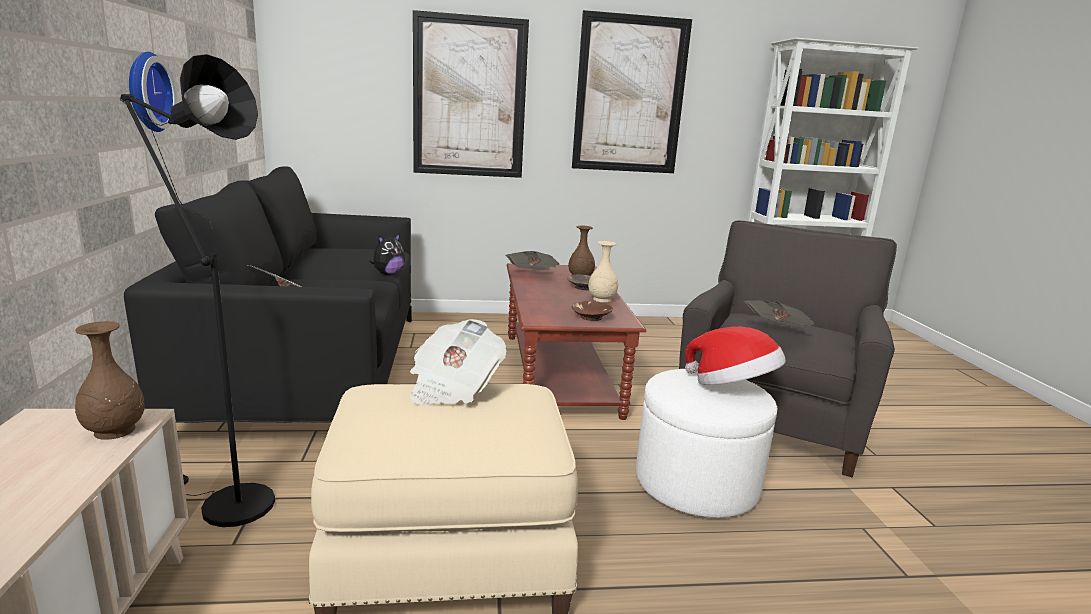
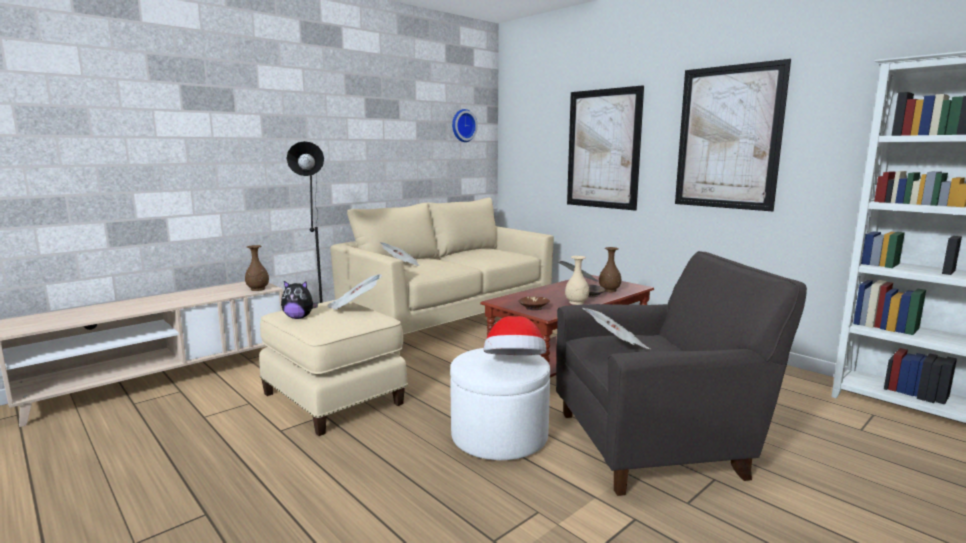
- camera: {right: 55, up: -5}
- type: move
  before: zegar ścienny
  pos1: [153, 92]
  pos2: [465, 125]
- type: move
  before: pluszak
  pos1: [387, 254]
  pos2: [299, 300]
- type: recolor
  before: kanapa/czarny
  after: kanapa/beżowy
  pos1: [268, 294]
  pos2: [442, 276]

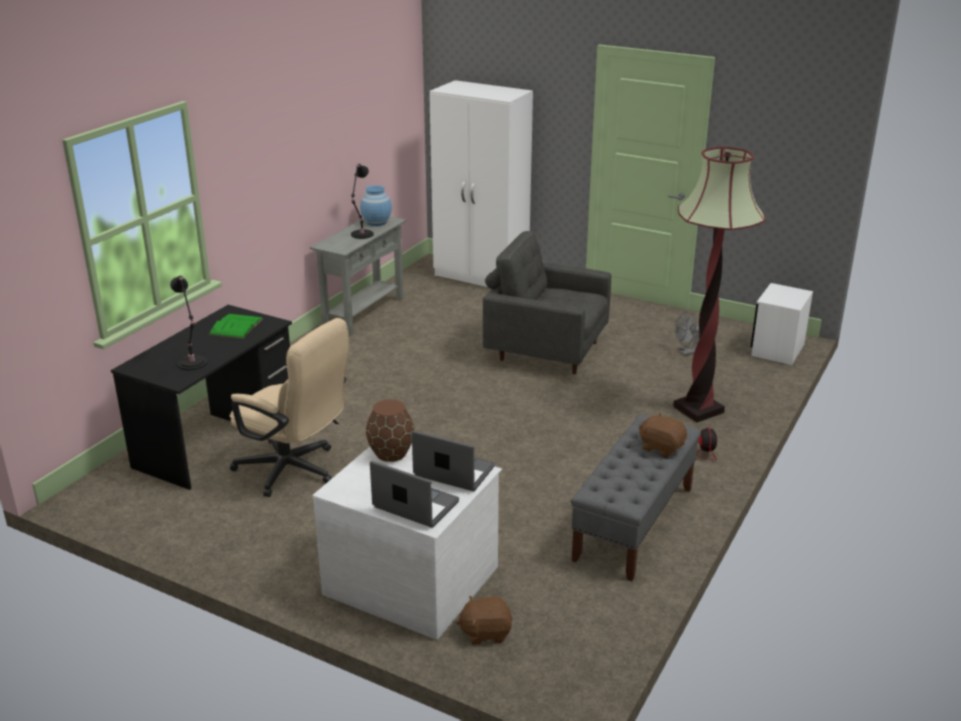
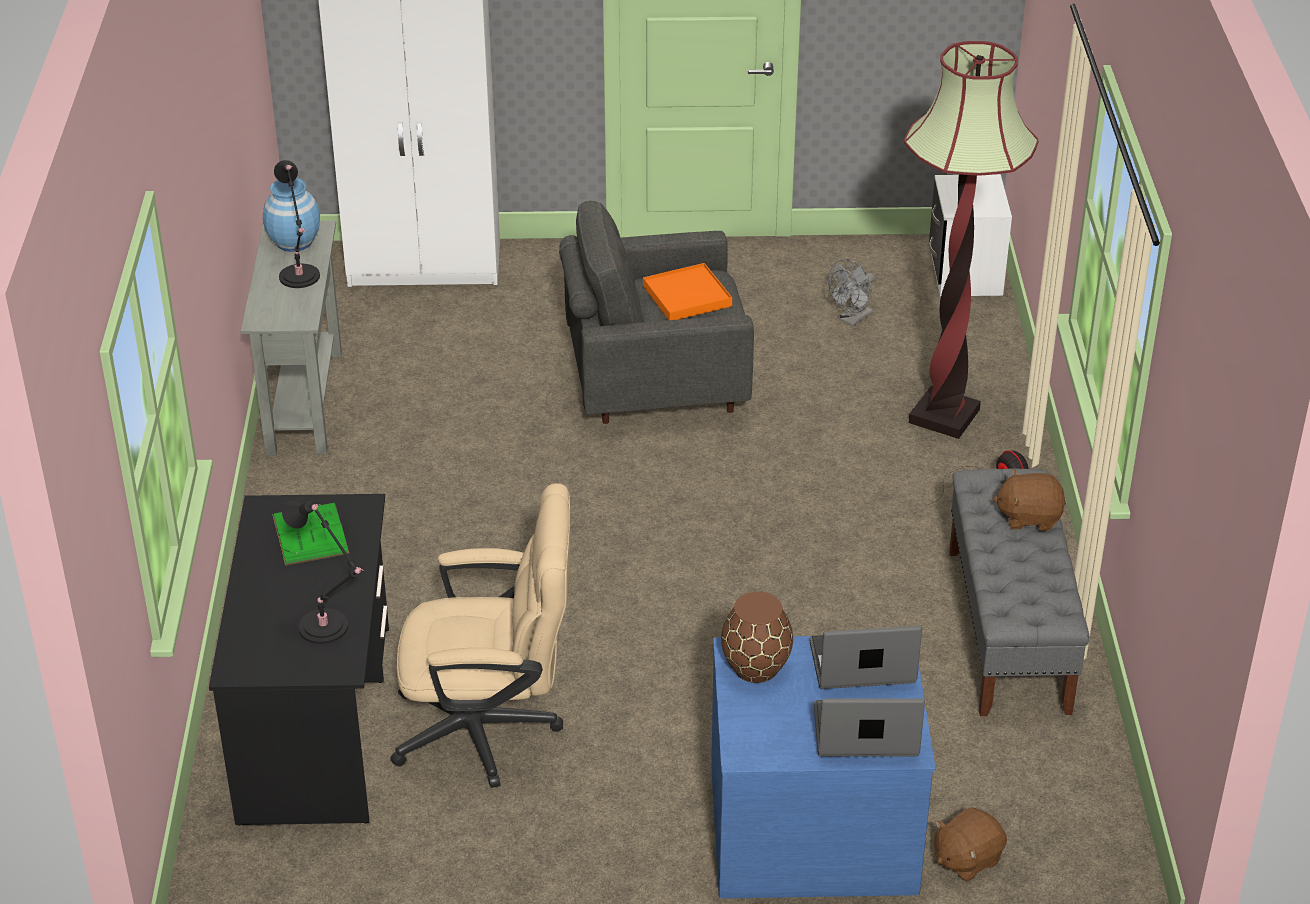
- camera: {right: -30, up: 10}
- type: insert
  after: taca/pomarańczowy
  pos2: [687, 291]
- type: recolor
  before: komoda/biały
  after: komoda/niebieski
  pos1: [407, 542]
  pos2: [823, 767]

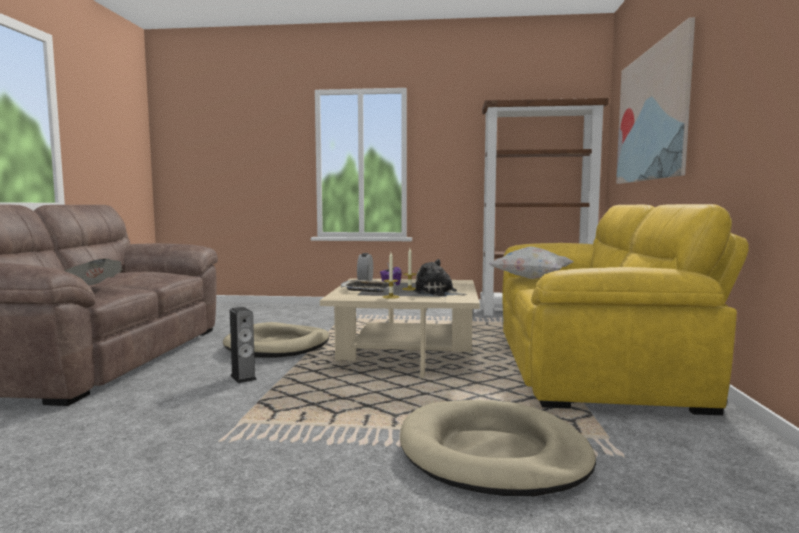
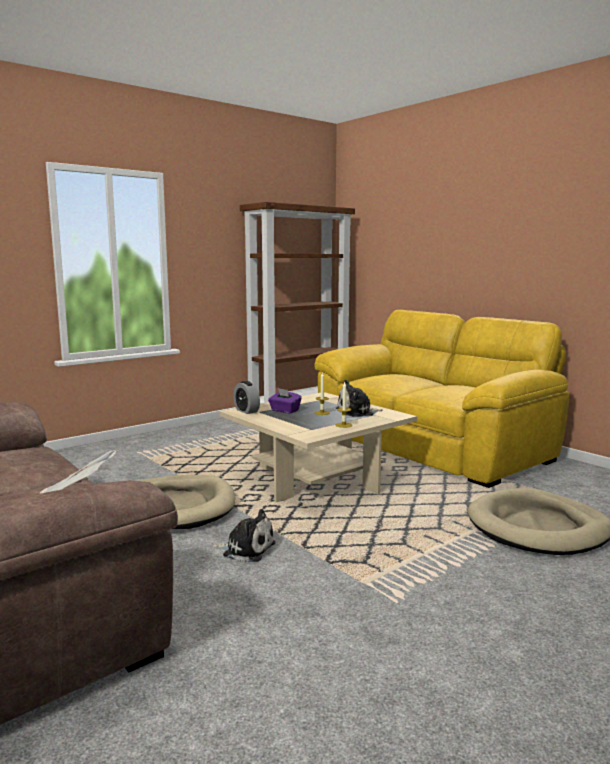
- camera: {right: -45, up: 5}
- type: delete
  before: taca
  pos1: [368, 286]
- type: delete
  before: poduszka/biały
  pos1: [531, 262]
- type: delete
  before: obraz
  pos1: [655, 100]
- type: replace
  before: głośnik
  after: pluszak
  pos1: [243, 345]
  pos2: [243, 535]

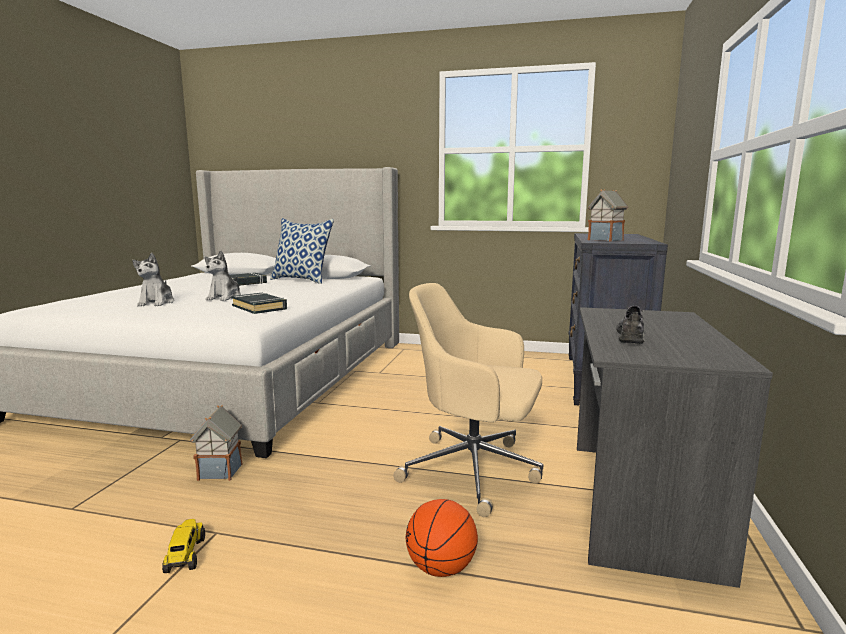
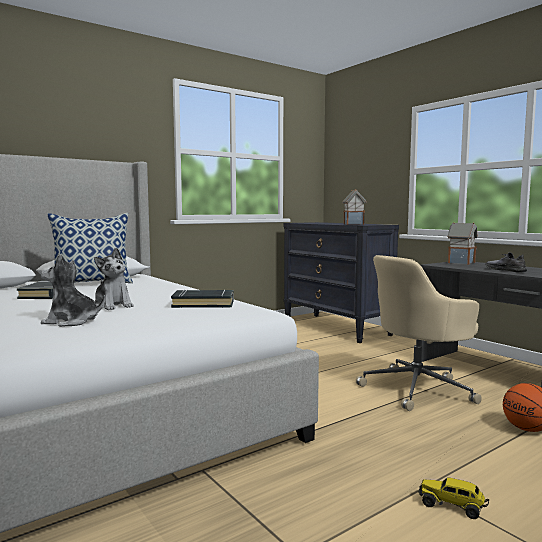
- camera: {right: -50, up: -5}
- type: move
  before: domek
  pos1: [216, 443]
  pos2: [462, 243]
- type: rotate
  before: pluszak
  pos1: [153, 279]
  pos2: [73, 290]
  turn: 150

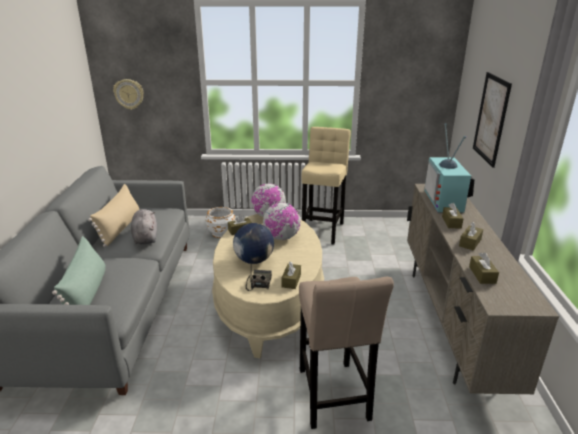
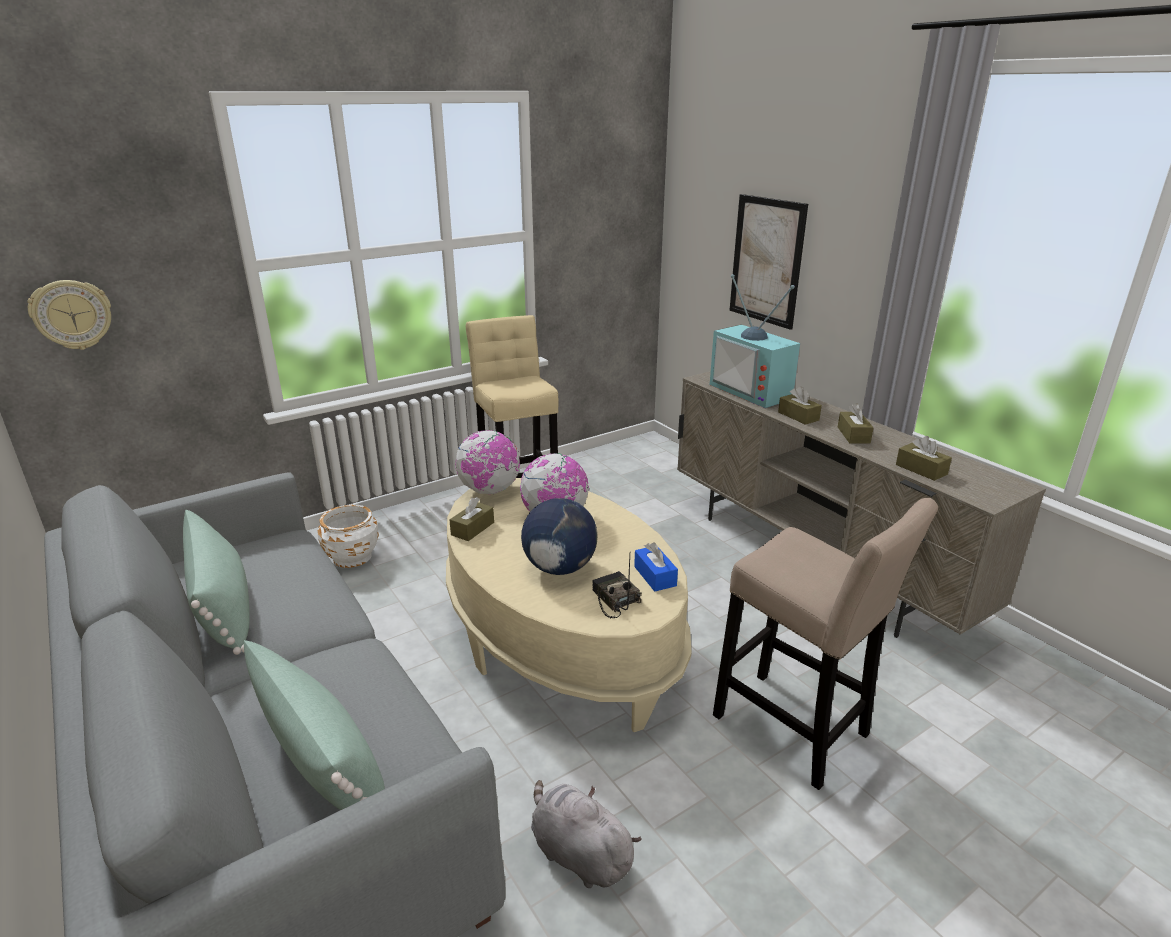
- camera: {right: -35, up: 0}
- type: move
  before: pluszak/szary
  pos1: [144, 226]
  pos2: [586, 834]
- type: recolor
  before: poduszka/beżowy
  after: poduszka/zielony
  pos1: [114, 215]
  pos2: [216, 582]
- type: recolor
  before: pudełko chusteczek/brązowy
  after: pudełko chusteczek/niebieski
  pos1: [291, 275]
  pos2: [656, 567]

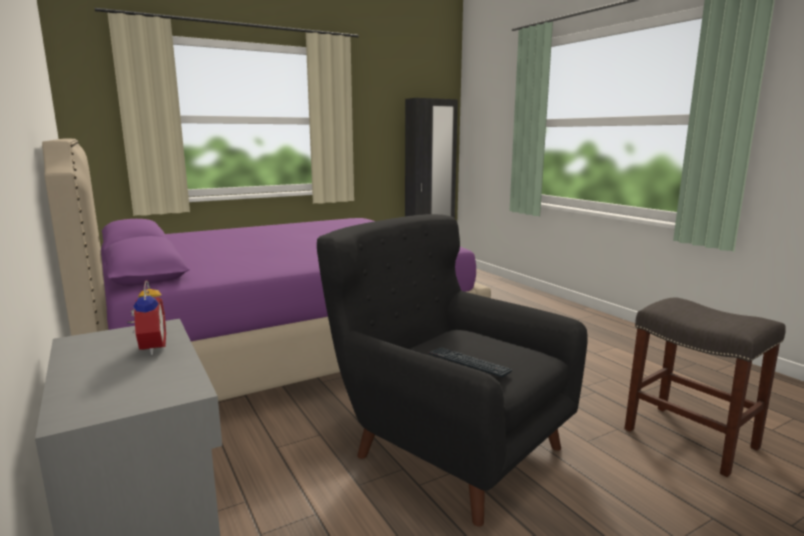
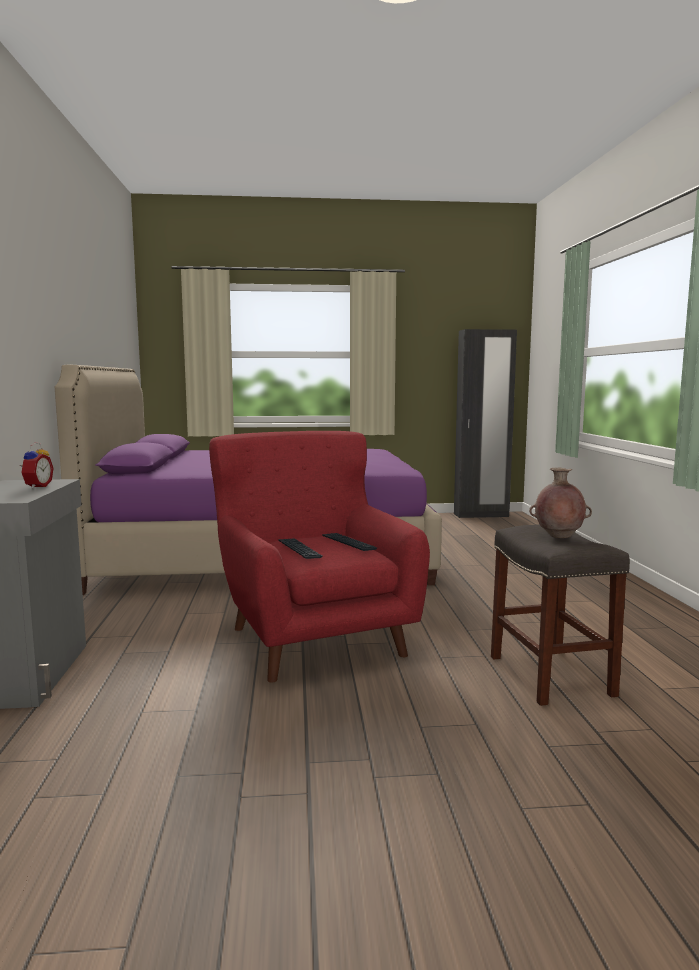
- camera: {right: 25, up: -5}
- type: insert
  after: klawiatura
  pos2: [349, 542]
- type: insert
  after: wazon/brązowy
  pos2: [560, 503]
- type: recolor
  before: fotel/czarny
  after: fotel/czerwony
  pos1: [452, 370]
  pos2: [319, 557]

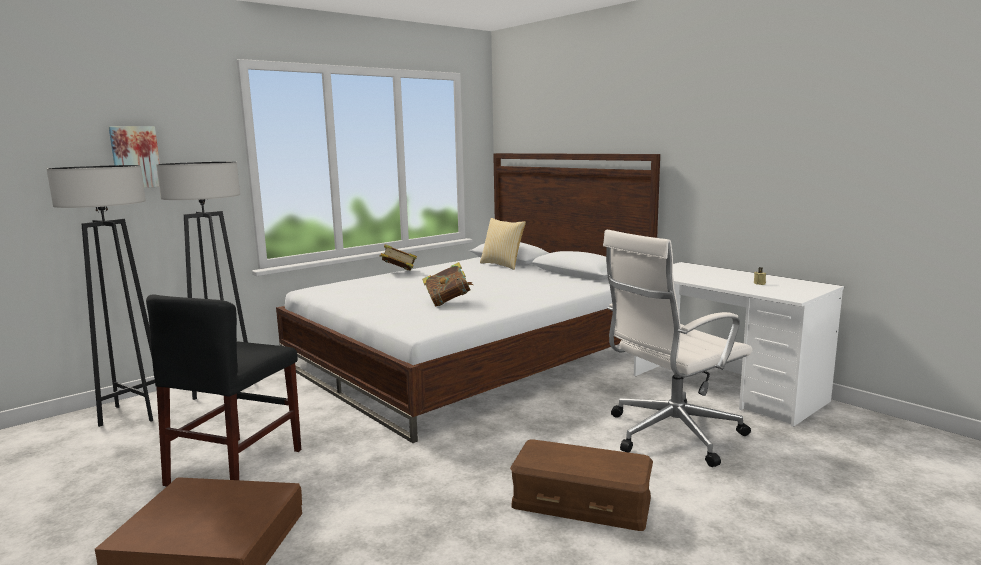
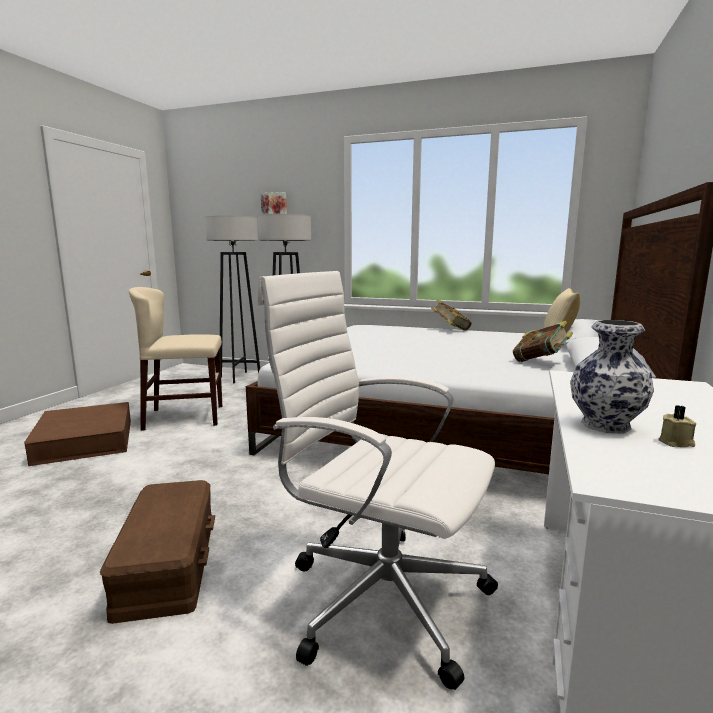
- camera: {right: 60, up: 0}
- type: insert
  after: wazon
  pos2: [612, 377]
- type: move
  before: książka
  pos1: [447, 284]
  pos2: [543, 341]
- type: recolor
  before: krzesło/czarny
  after: krzesło/beżowy
  pos1: [223, 390]
  pos2: [175, 359]

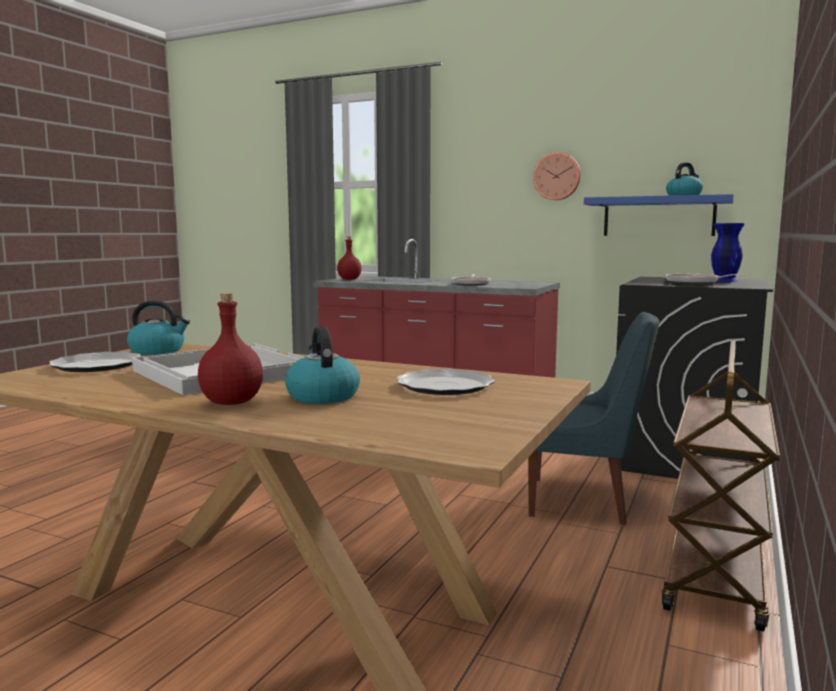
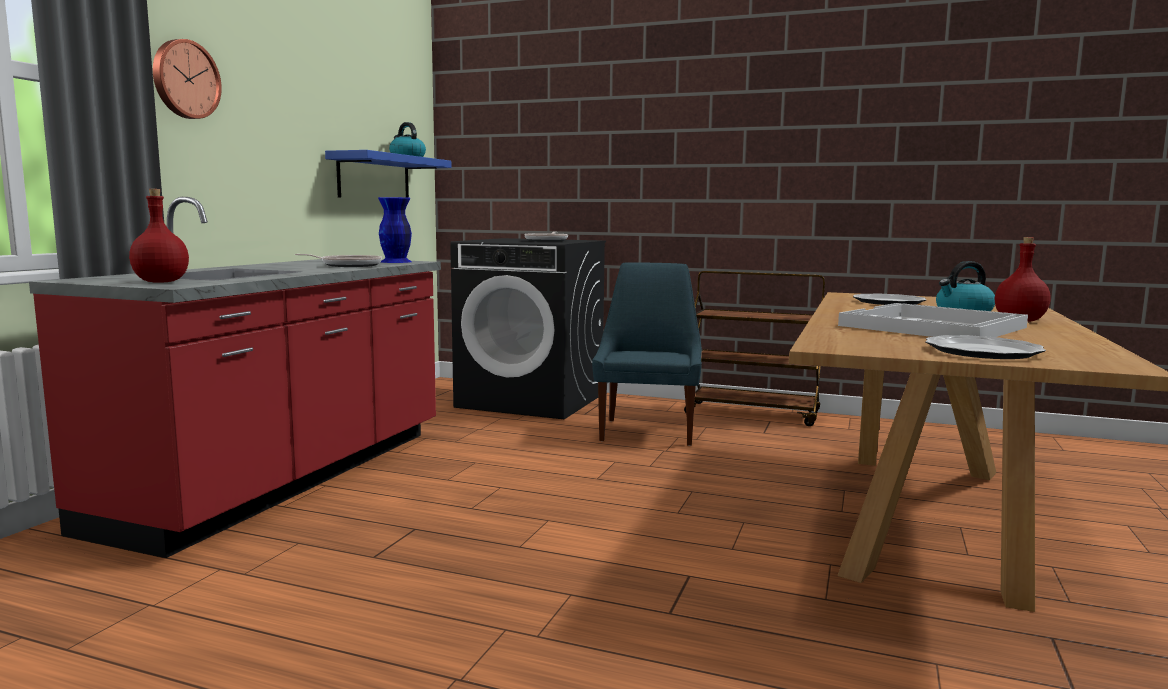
- camera: {right: -95, up: 0}
- type: delete
  before: czajnik
  pos1: [158, 327]
- type: move
  before: zegar ścienny
  pos1: [557, 176]
  pos2: [187, 79]
- type: move
  before: wazon/niebieski
  pos1: [728, 252]
  pos2: [395, 230]

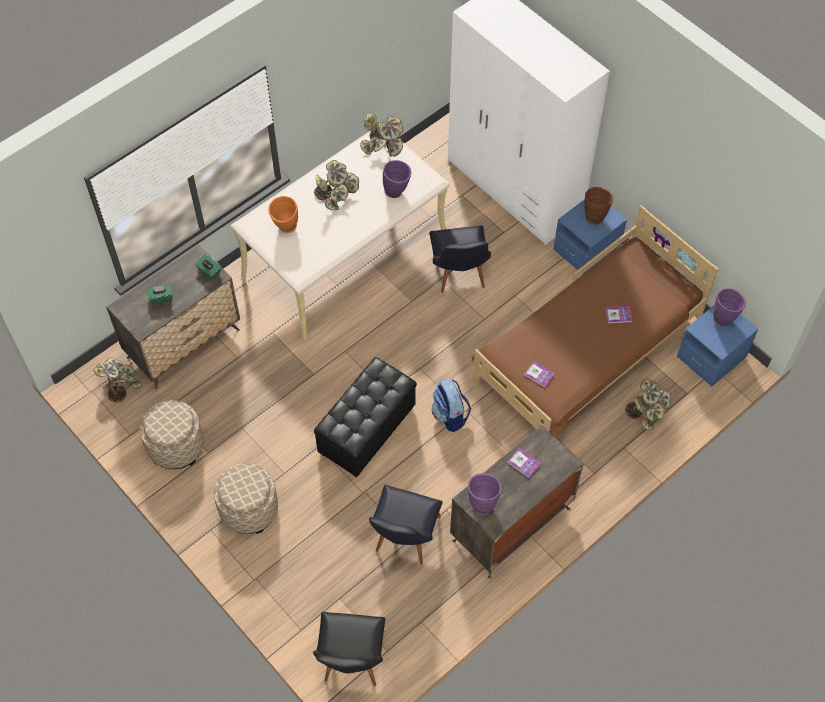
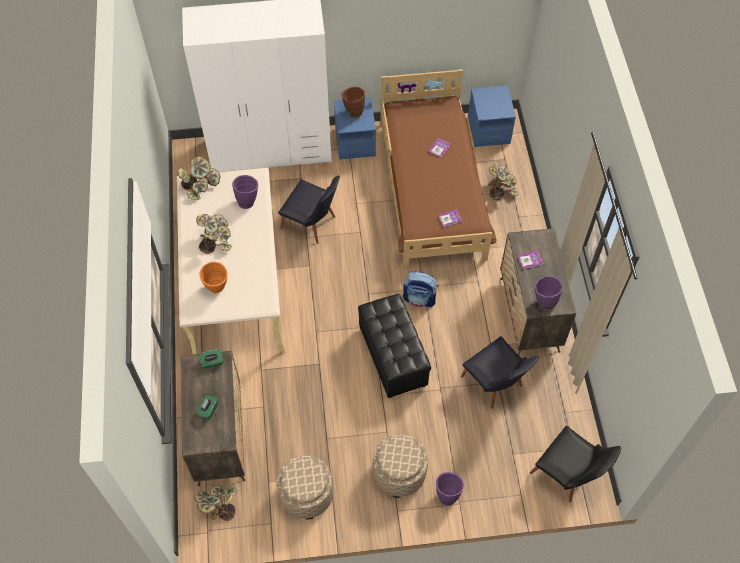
- camera: {right: -55, up: 0}
- type: move
  before: wazon/fioletowy
  pos1: [729, 307]
  pos2: [450, 489]

